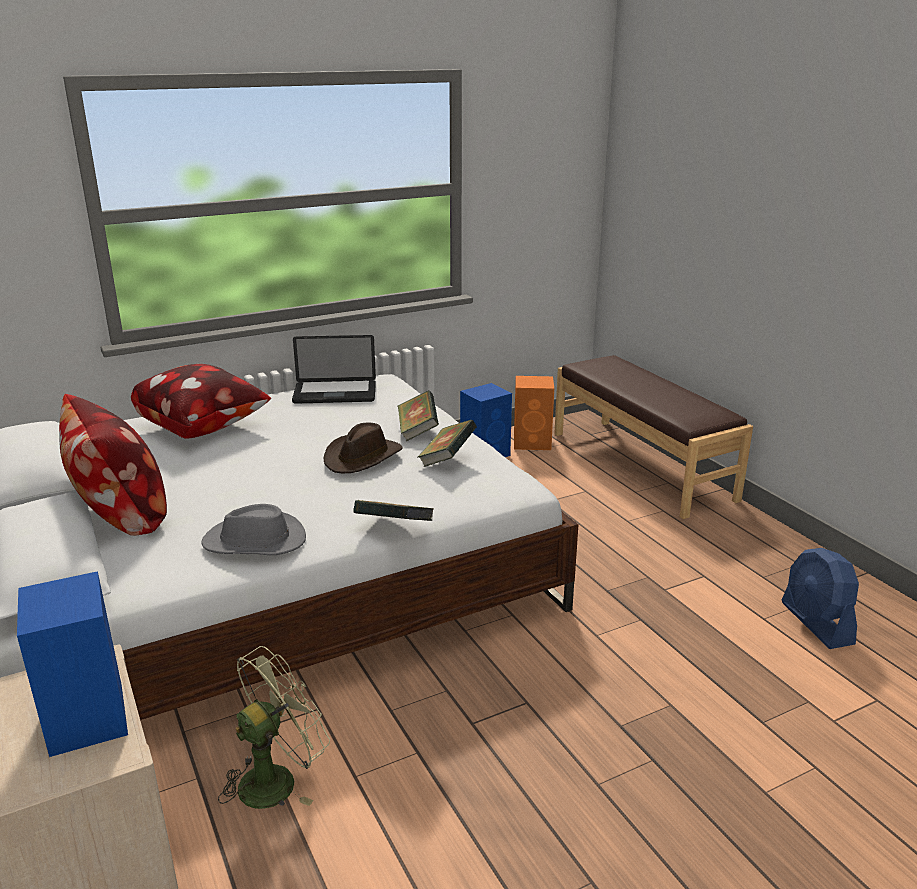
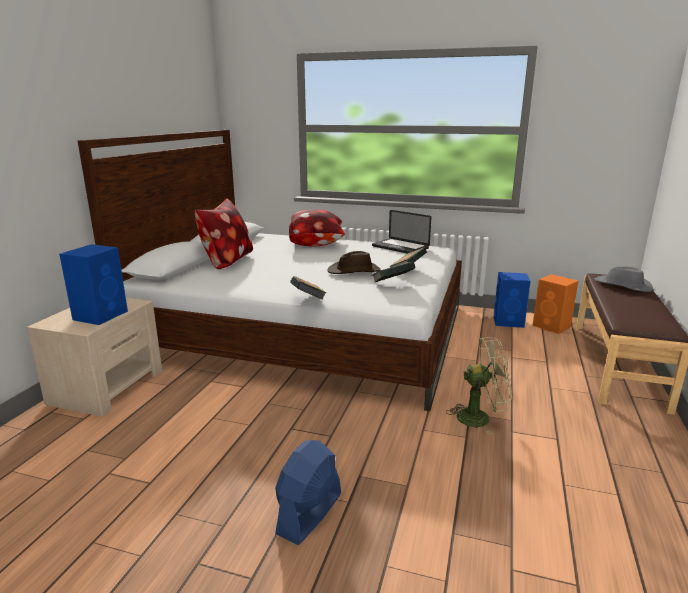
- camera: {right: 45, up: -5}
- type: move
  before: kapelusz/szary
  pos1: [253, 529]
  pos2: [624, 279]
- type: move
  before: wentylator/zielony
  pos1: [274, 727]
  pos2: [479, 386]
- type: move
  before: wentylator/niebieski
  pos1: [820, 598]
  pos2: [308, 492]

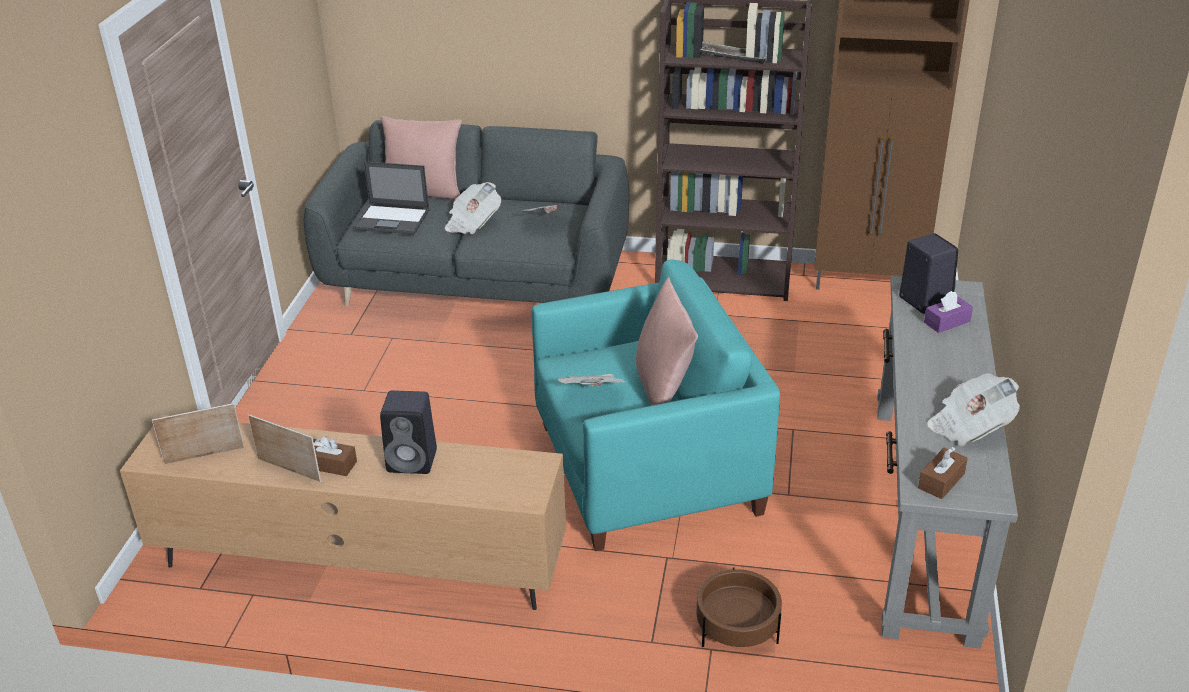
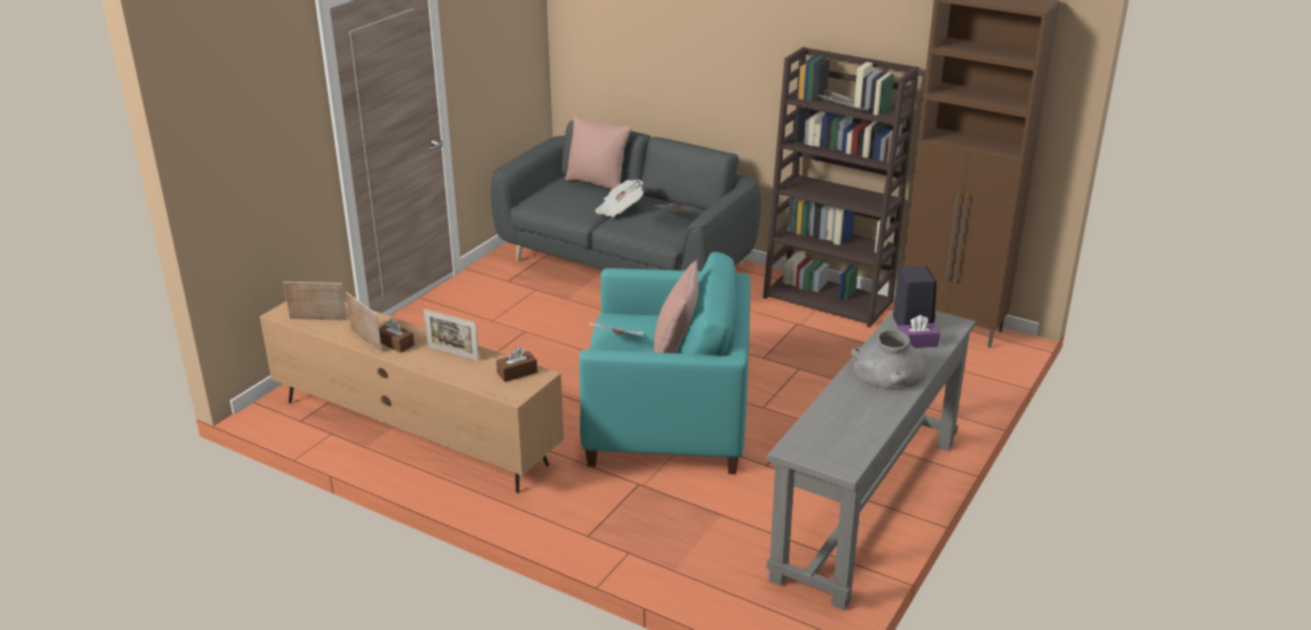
- camera: {right: 20, up: -5}
- type: delete
  before: laptop
  pos1: [391, 198]
- type: delete
  before: donica/brązowy
  pos1: [739, 607]
- type: delete
  before: gazeta
  pos1: [973, 409]
- type: insert
  after: wazon/szary
  pos2: [888, 358]
- type: move
  before: pudełko chusteczek/brązowy
  pos1: [943, 473]
  pos2: [516, 364]
- type: replace
  before: głośnik/czarny
  after: ramka na zdjęcie
  pos1: [408, 432]
  pos2: [451, 335]

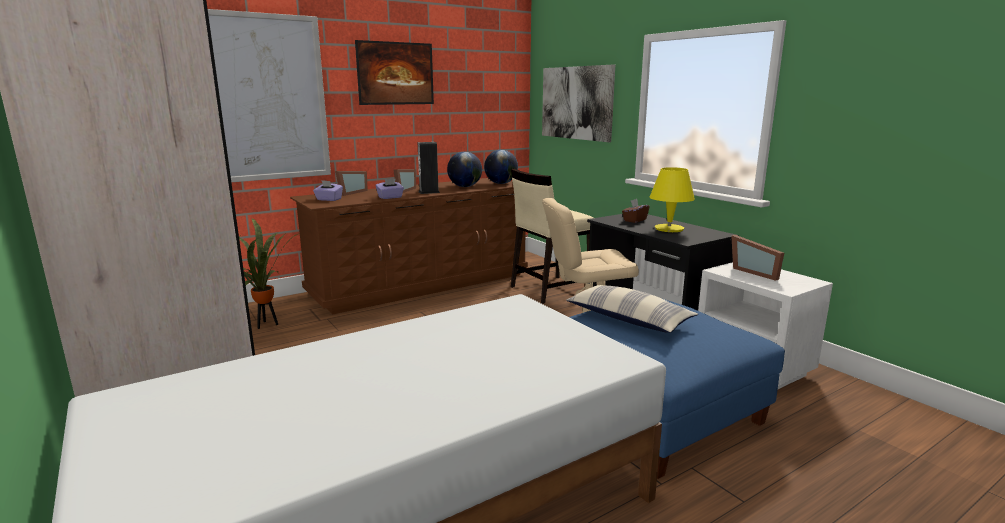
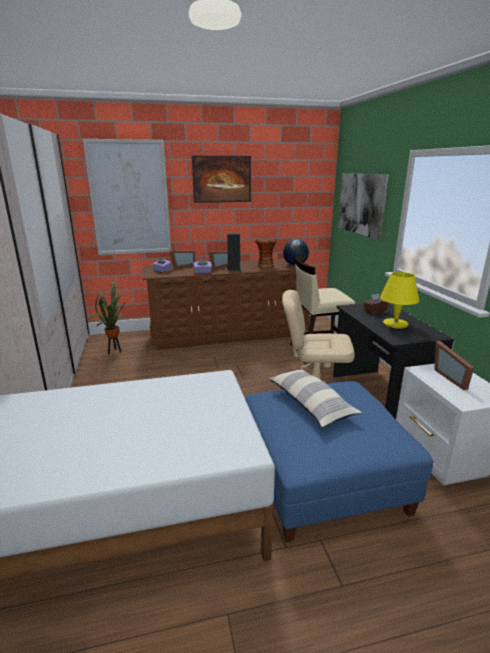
- camera: {right: 20, up: 5}
- type: replace
  before: globus
  after: wazon
  pos1: [464, 169]
  pos2: [266, 253]

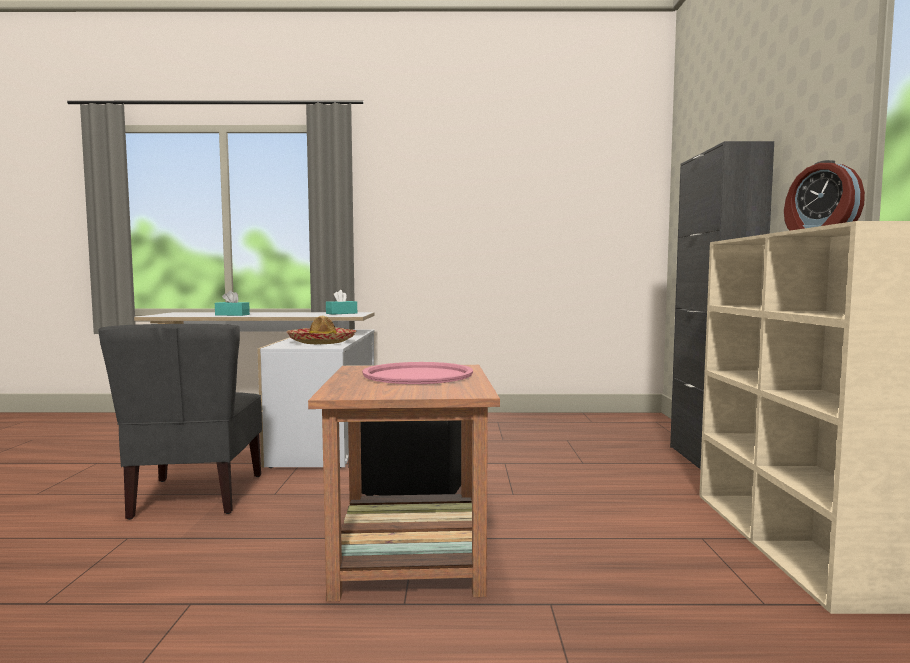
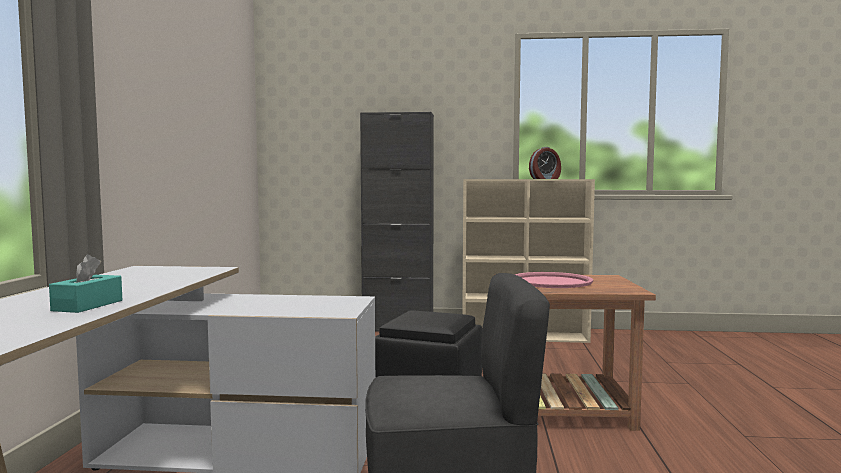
- camera: {right: -85, up: 0}
- type: delete
  before: kapelusz
  pos1: [321, 330]
- type: delete
  before: pudełko chusteczek/turkusowy
  pos1: [341, 302]

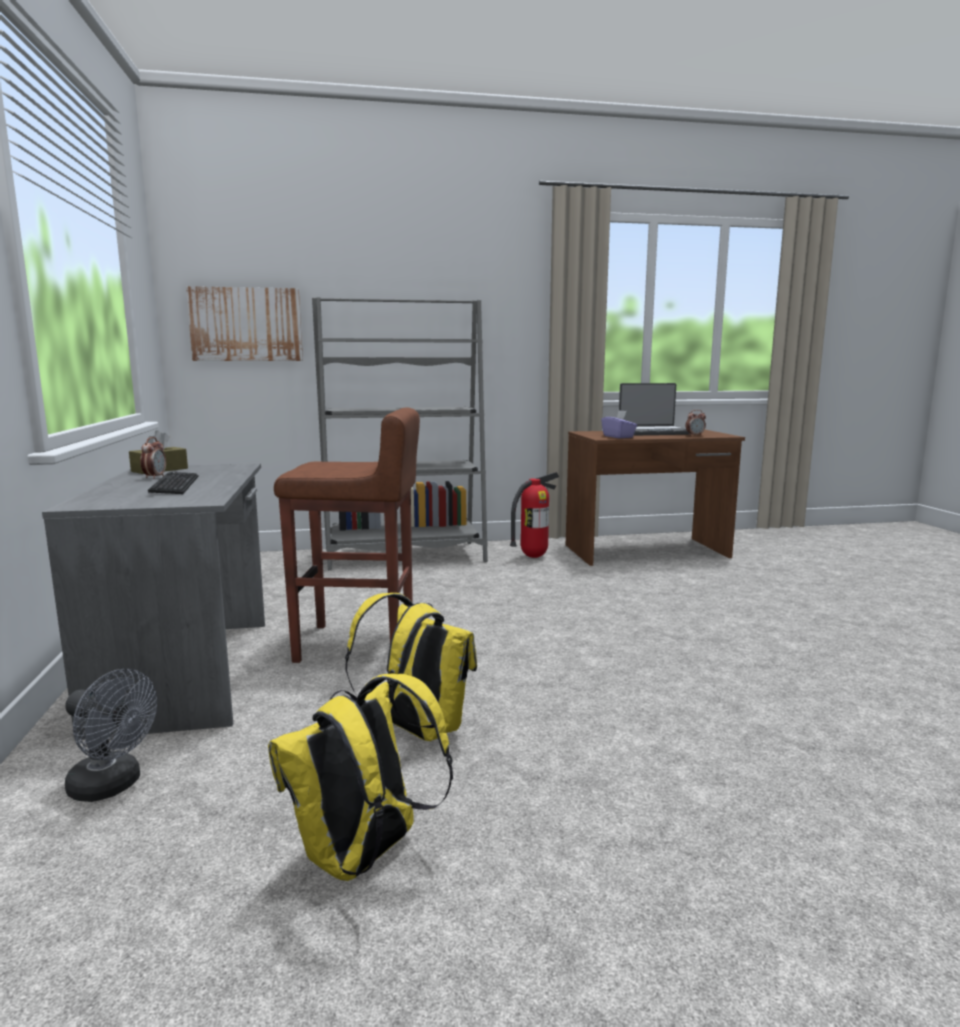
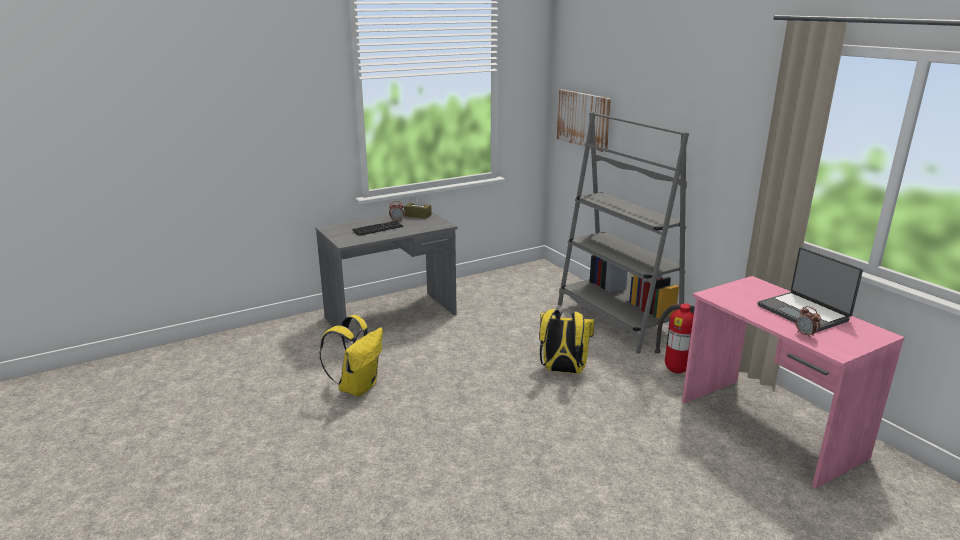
- camera: {right: 70, up: 10}
- type: delete
  before: wentylator/szary
  pos1: [111, 735]
- type: delete
  before: stołek/brązowy
  pos1: [347, 535]
- type: delete
  before: pudełko chusteczek/fioletowy
  pos1: [619, 424]
- type: move
  before: plecak/żółty
  pos1: [360, 777]
  pos2: [566, 341]
- type: recolor
  before: biurko/brązowy
  after: biurko/różowy
  pos1: [655, 498]
  pos2: [793, 382]

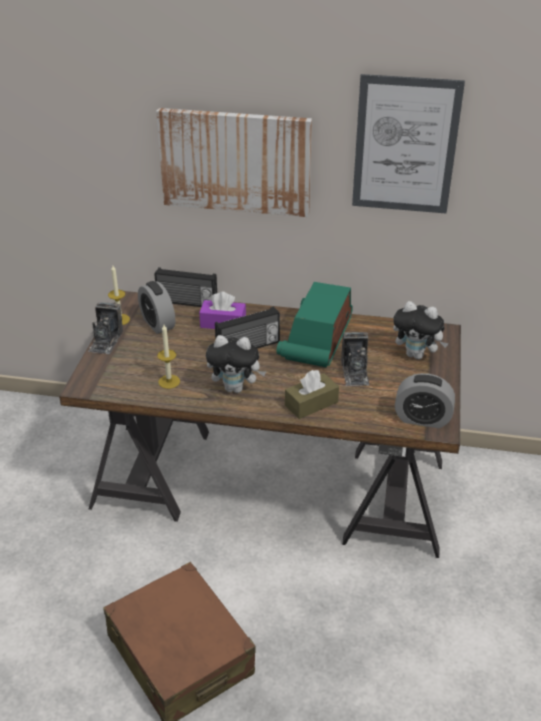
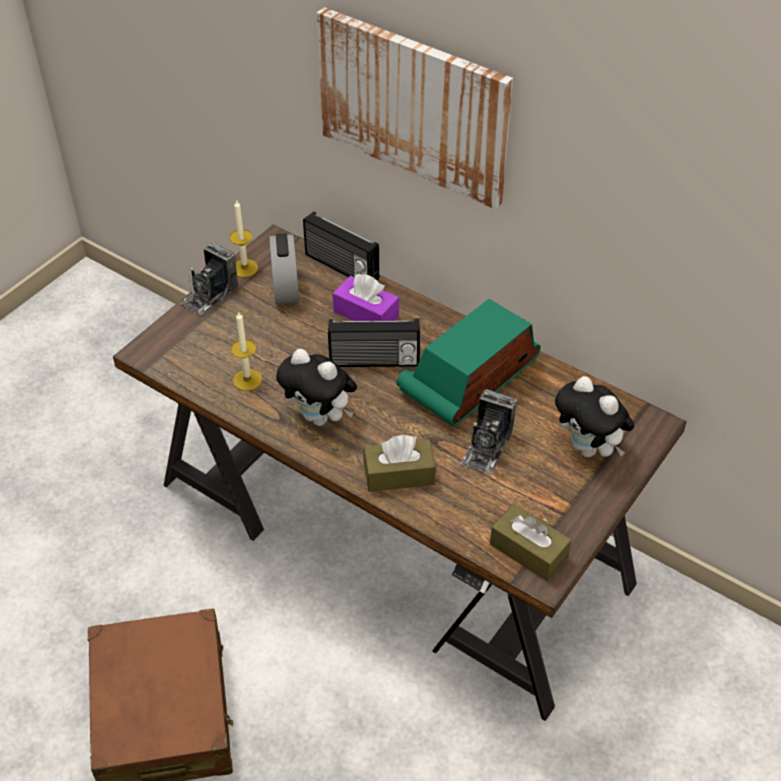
- camera: {right: 25, up: 10}
- type: delete
  before: obraz
  pos1: [408, 143]
- type: replace
  before: budzik
  after: pudełko chusteczek/brązowy
  pos1: [425, 400]
  pos2: [531, 542]

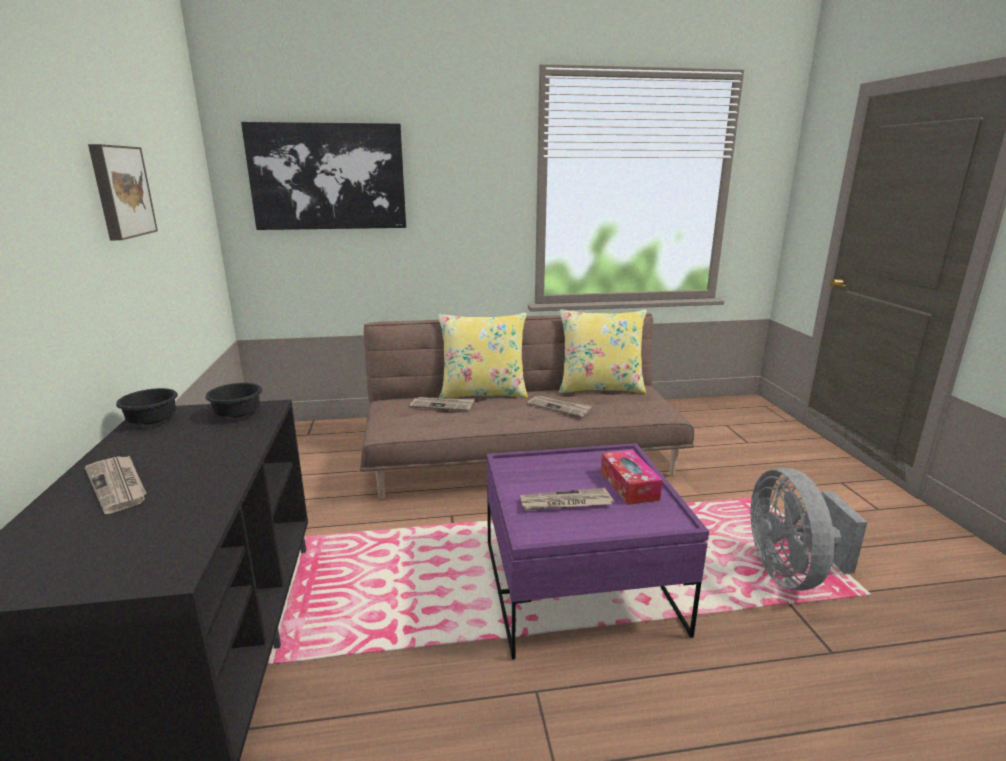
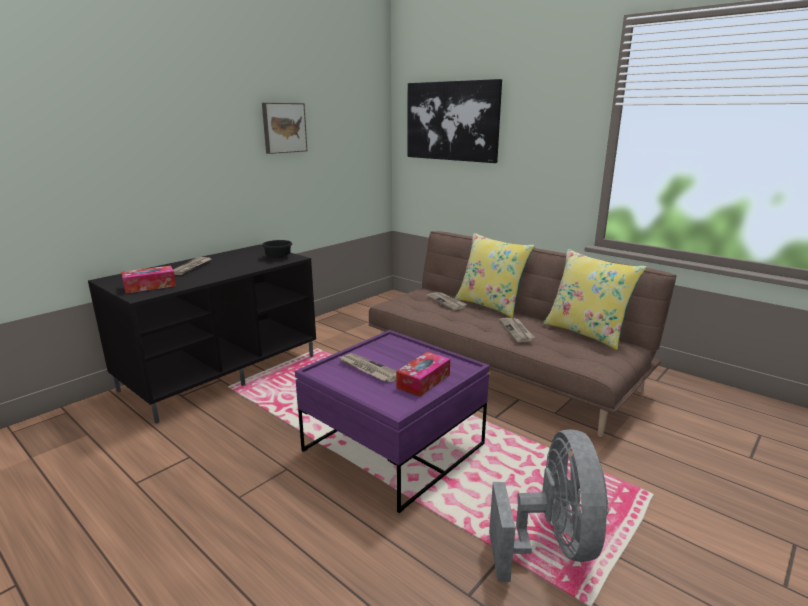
- camera: {right: 50, up: 0}
- type: delete
  before: miska/czarny
  pos1: [147, 406]
- type: insert
  after: pudełko chusteczek
  pos2: [148, 279]
- type: rotate
  before: wentylator/szary
  pos1: [809, 529]
  pos2: [549, 505]
  turn: 135

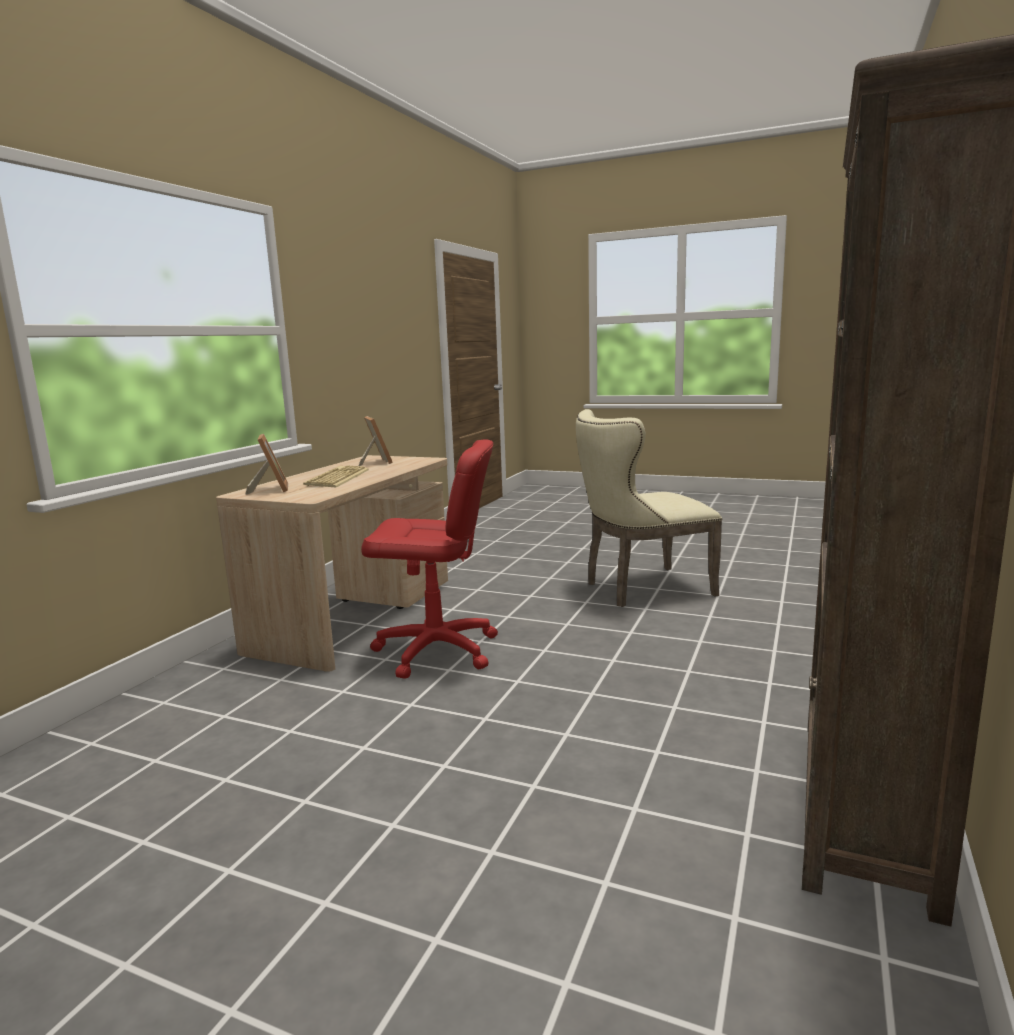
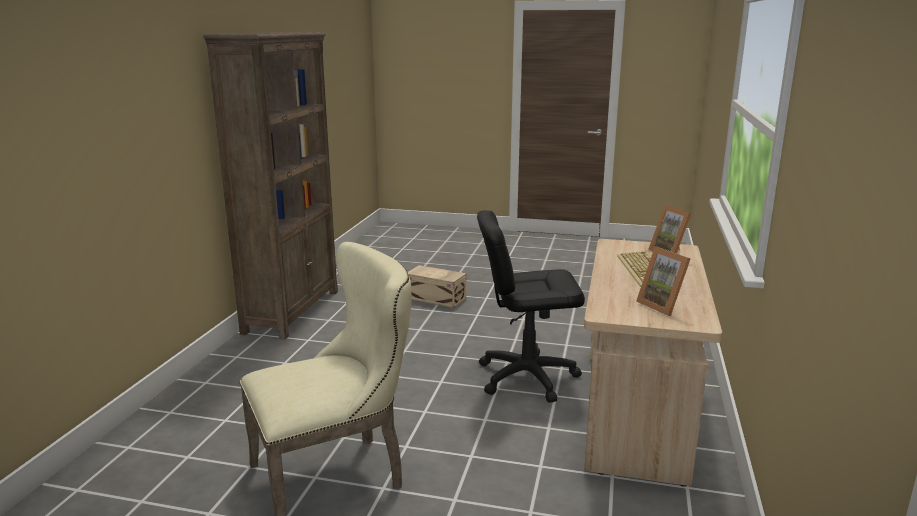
- camera: {right: 170, up: 5}
- type: insert
  after: pojemnik do przechowywania/beżowy
  pos2: [436, 286]
- type: recolor
  before: krzesło biurowe/czerwony
  after: krzesło biurowe/czarny
  pos1: [429, 559]
  pos2: [531, 306]

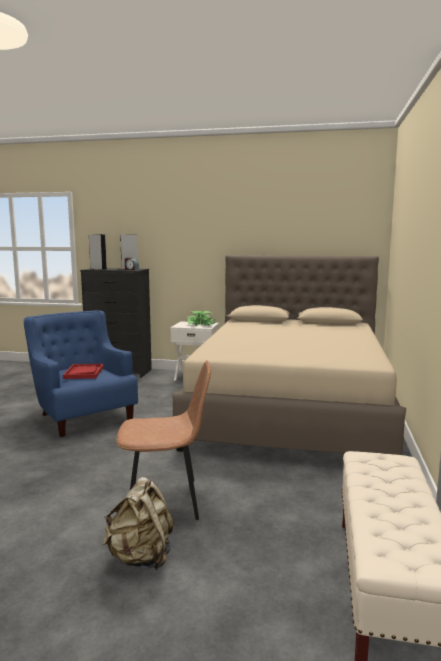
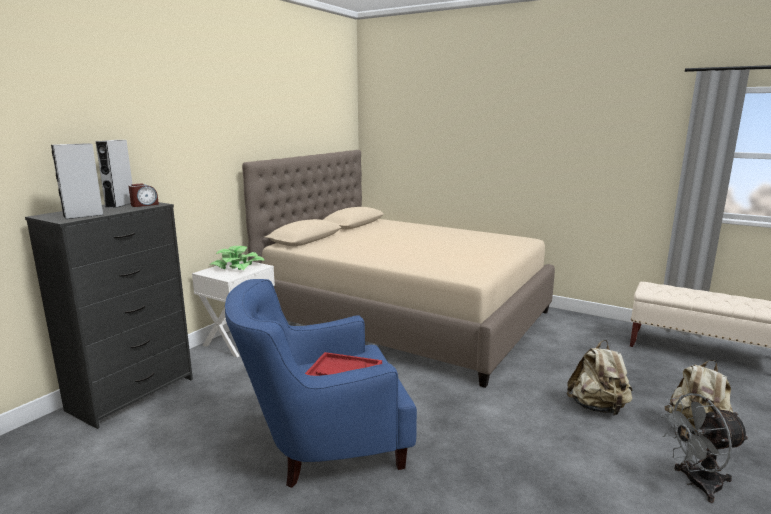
- camera: {right: -70, up: 5}
- type: insert
  after: wentylator/szary
  pos2: [705, 448]
- type: replace
  before: krzesło/brązowy
  after: plecak/beżowy
  pos1: [163, 440]
  pos2: [600, 377]

